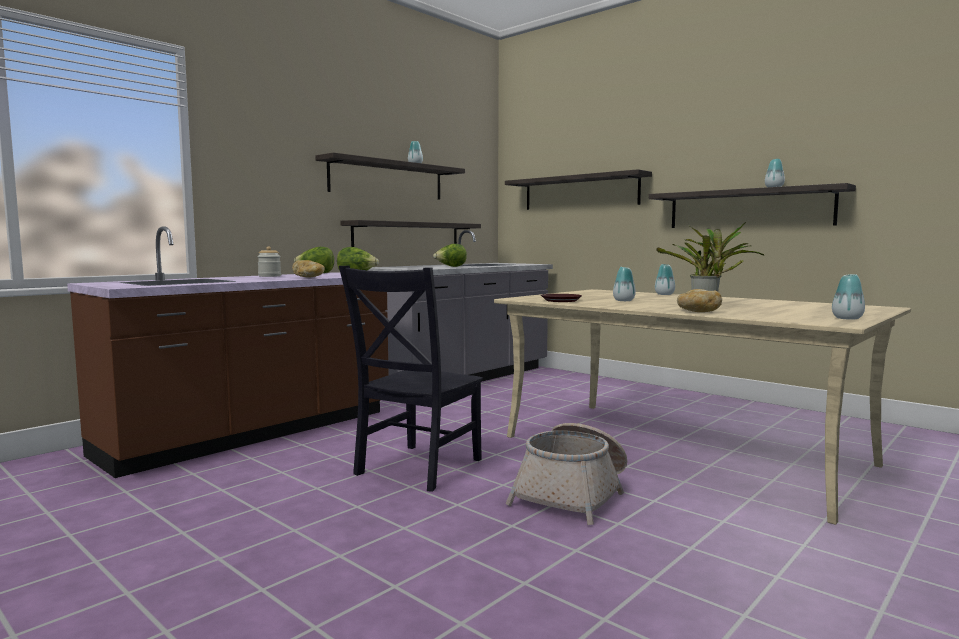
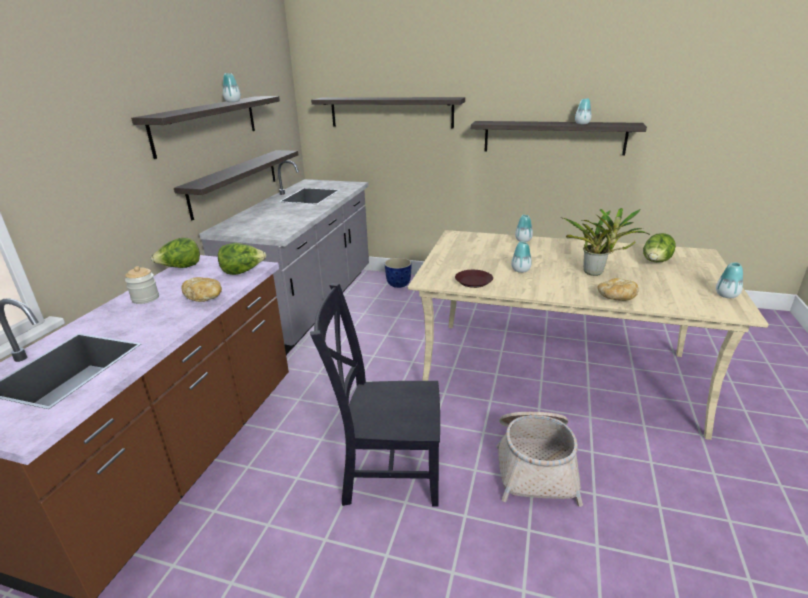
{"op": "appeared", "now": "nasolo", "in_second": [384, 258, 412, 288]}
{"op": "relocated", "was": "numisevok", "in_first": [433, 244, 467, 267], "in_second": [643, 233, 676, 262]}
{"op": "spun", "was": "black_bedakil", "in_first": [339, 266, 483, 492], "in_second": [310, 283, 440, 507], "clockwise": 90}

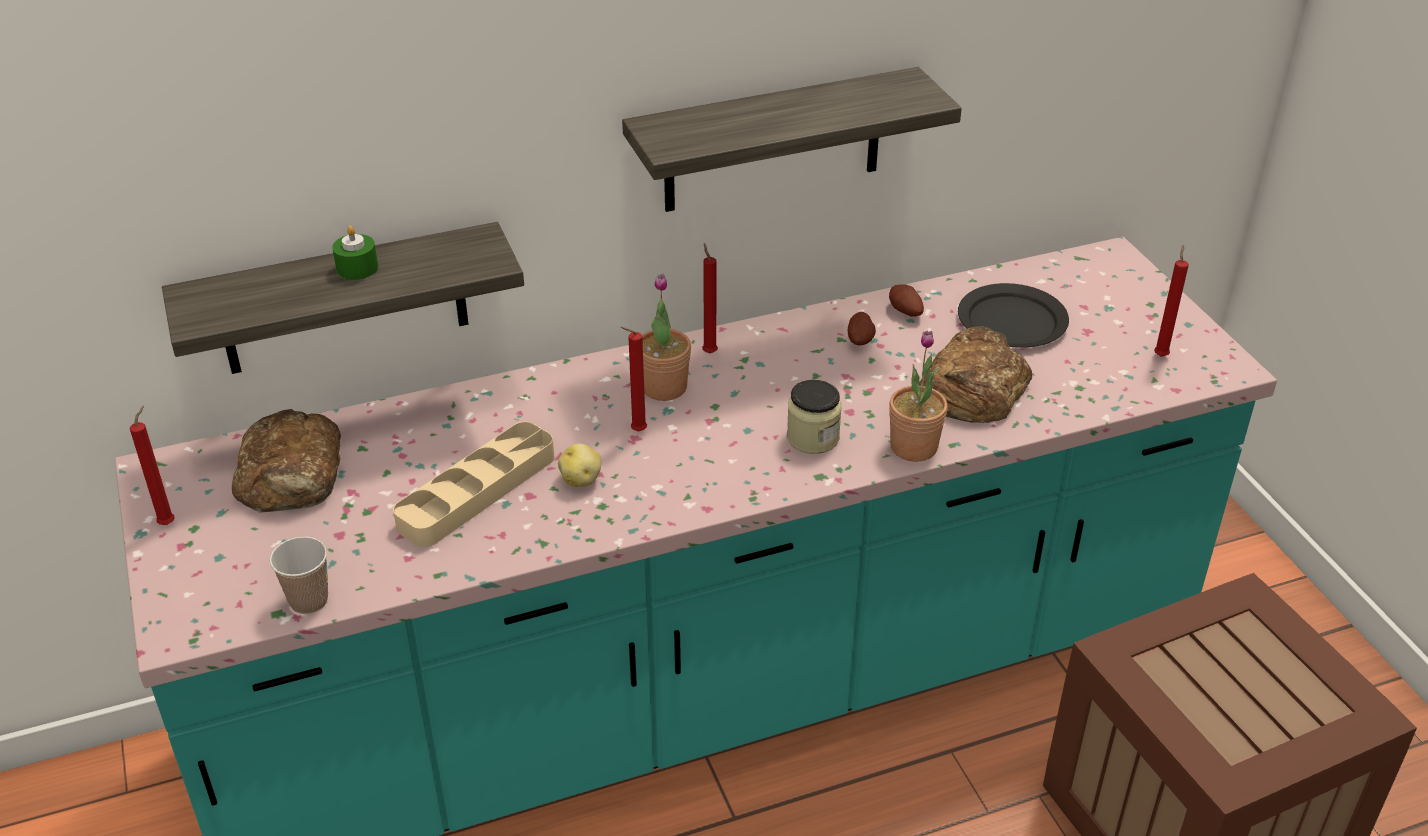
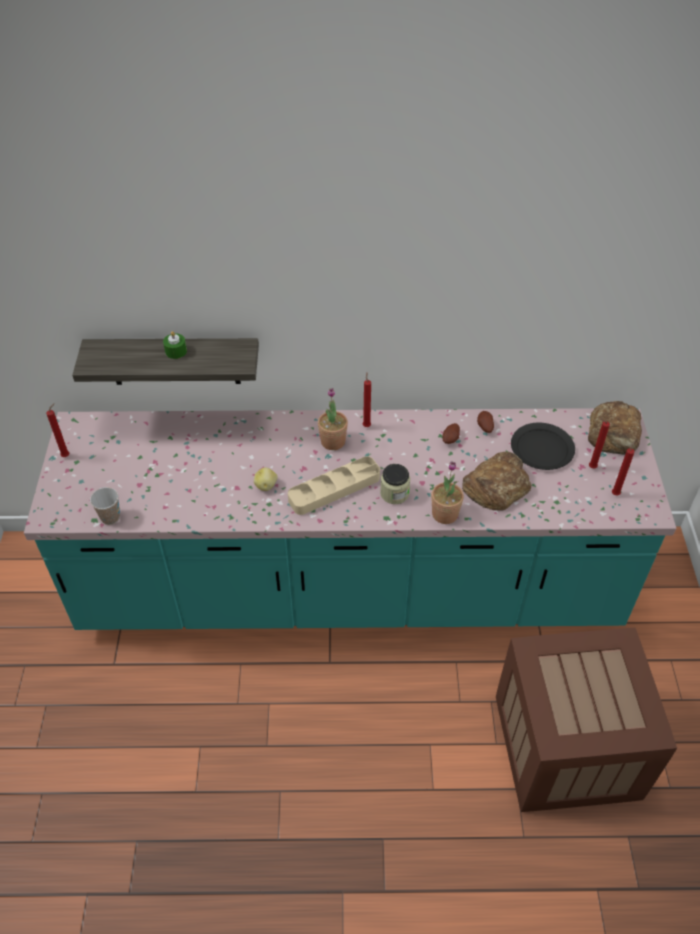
{"op": "missing", "was": "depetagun", "in_first": [622, 67, 962, 212]}
{"op": "relocated", "was": "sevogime", "in_first": [232, 409, 341, 513], "in_second": [588, 401, 642, 455]}
{"op": "relocated", "was": "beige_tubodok", "in_first": [393, 422, 554, 547], "in_second": [288, 456, 380, 515]}
{"op": "relocated", "was": "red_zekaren", "in_first": [621, 327, 647, 431], "in_second": [589, 418, 610, 469]}

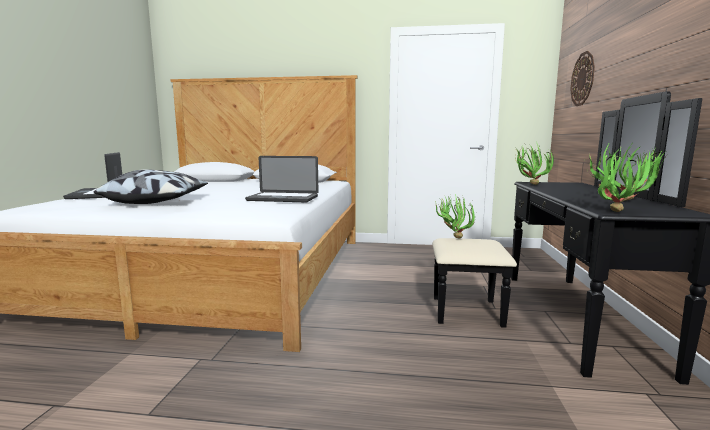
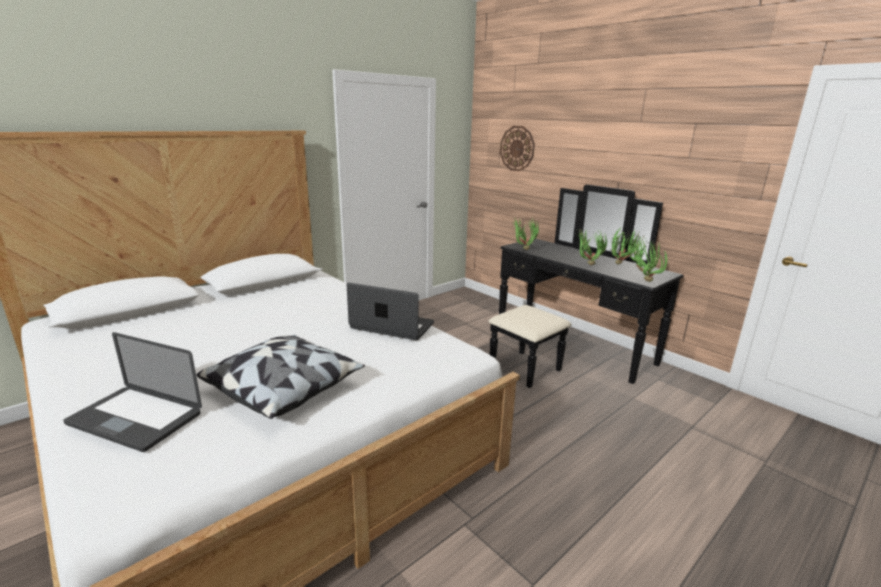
{"op": "relocated", "was": "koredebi", "in_first": [435, 194, 476, 239], "in_second": [578, 229, 607, 266]}
{"op": "spun", "was": "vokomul", "in_first": [245, 156, 318, 202], "in_second": [347, 283, 434, 340], "clockwise": -120}

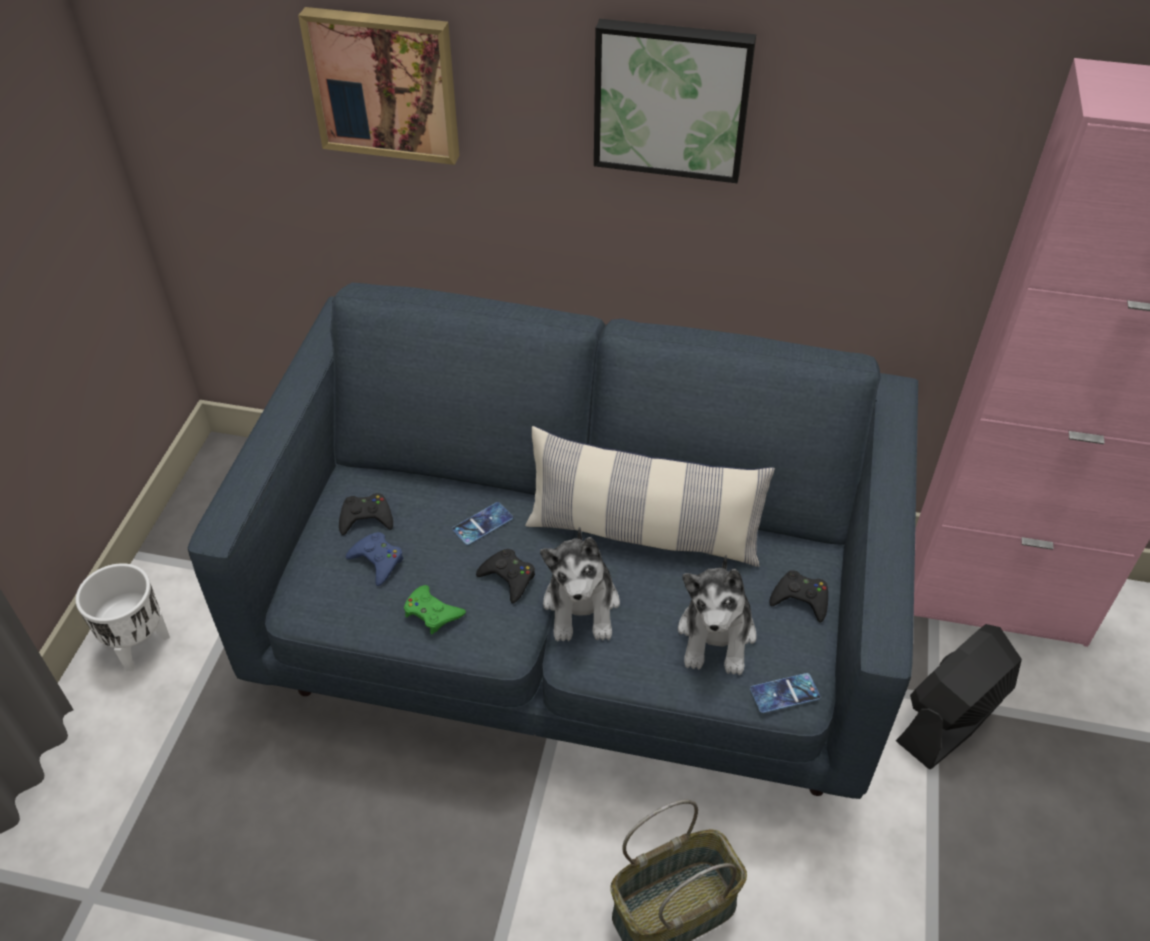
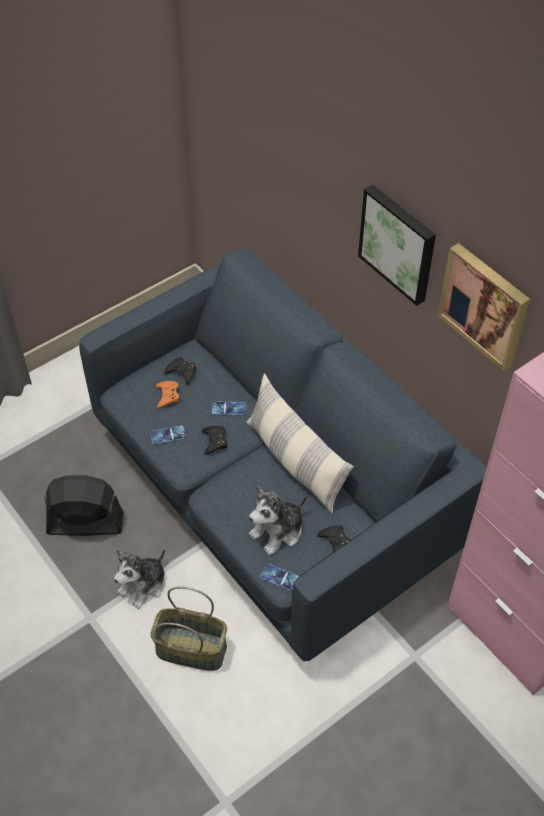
{"op": "missing", "was": "white_nasolo", "in_first": [76, 563, 170, 672]}
{"op": "relocated", "was": "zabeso", "in_first": [298, 7, 459, 165], "in_second": [438, 243, 530, 371]}
{"op": "relocated", "was": "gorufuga", "in_first": [540, 526, 620, 641], "in_second": [114, 549, 165, 609]}
{"op": "relocated", "was": "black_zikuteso", "in_first": [896, 624, 1022, 769], "in_second": [44, 475, 123, 536]}
{"op": "exchanged", "was": "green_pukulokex", "now": "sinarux", "in_first": [404, 585, 466, 634], "in_second": [150, 426, 186, 444]}
{"op": "colour", "was": "blue_pukulokex", "now": "orange_pukulokex", "in_first": [346, 532, 404, 586], "in_second": [156, 381, 179, 408]}

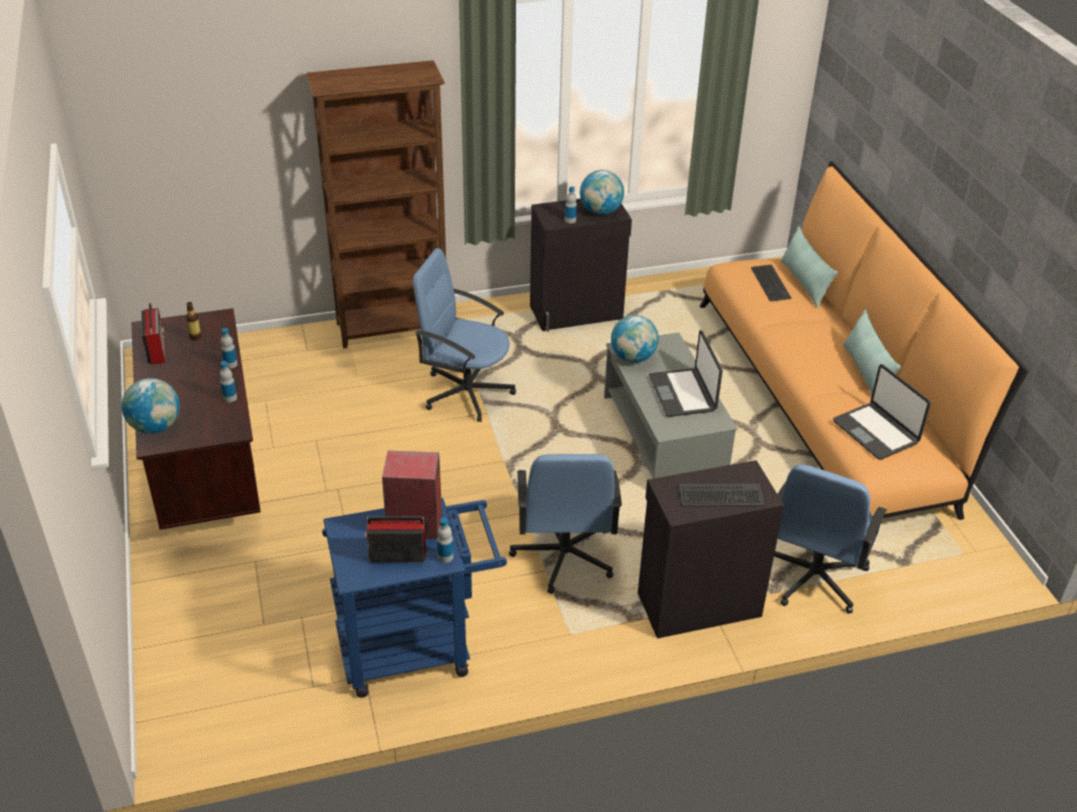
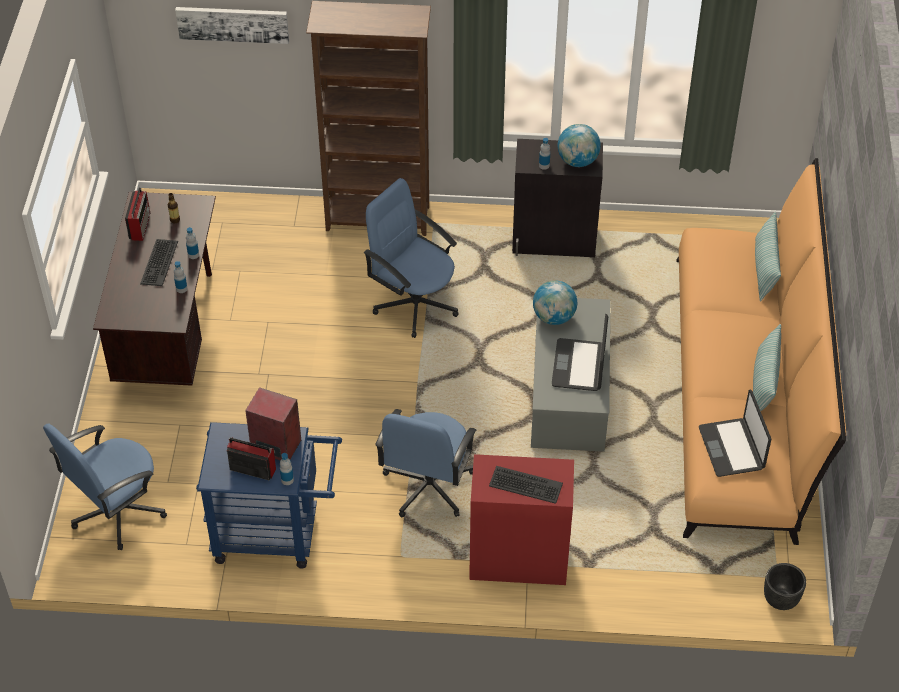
{"op": "missing", "was": "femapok", "in_first": [122, 378, 180, 434]}
{"op": "appeared", "now": "zabeso", "in_second": [175, 7, 289, 44]}
{"op": "appeared", "now": "black_nasolo", "in_second": [764, 563, 806, 610]}
{"op": "relocated", "was": "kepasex", "in_first": [751, 264, 792, 302], "in_second": [140, 239, 178, 286]}
{"op": "relocated", "was": "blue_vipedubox", "in_first": [774, 464, 887, 614], "in_second": [43, 424, 167, 550]}
{"op": "colour", "was": "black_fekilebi", "now": "red_fekilebi", "in_first": [638, 460, 784, 639], "in_second": [469, 454, 574, 585]}

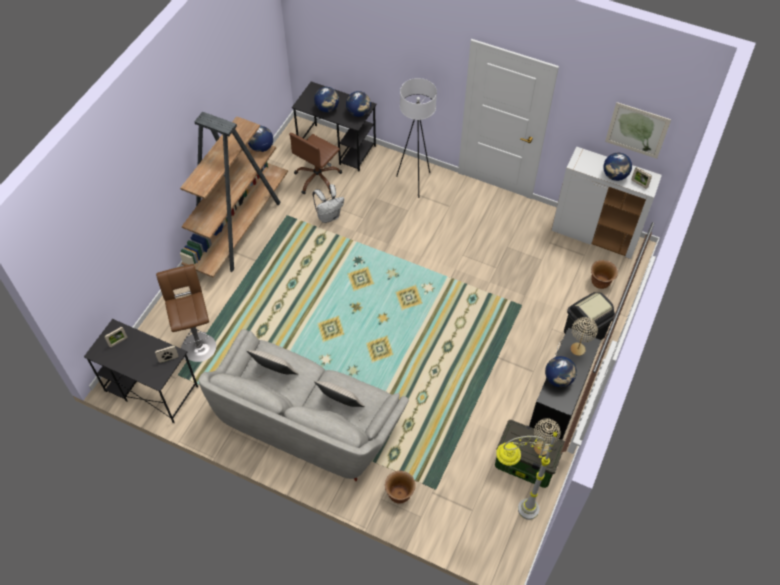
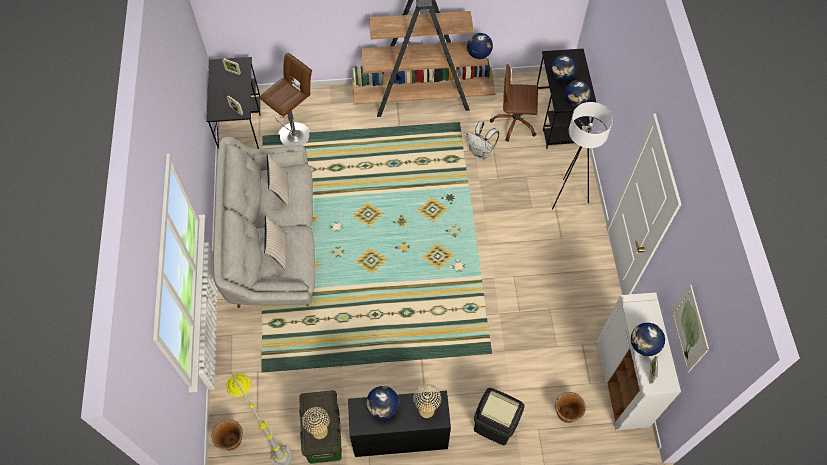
{"op": "relocated", "was": "brown_nasolo", "in_first": [385, 471, 416, 504], "in_second": [212, 419, 243, 450]}

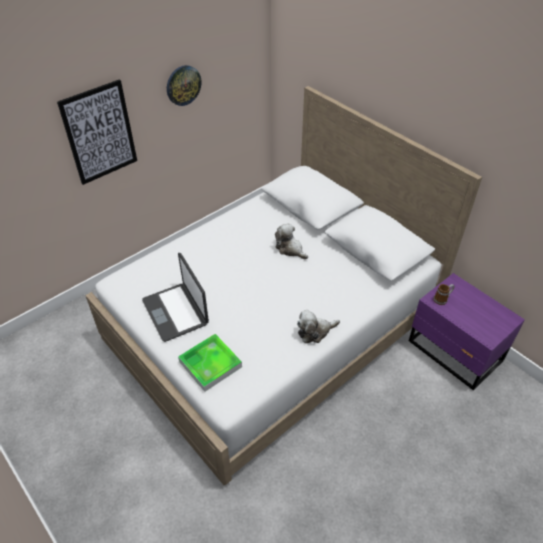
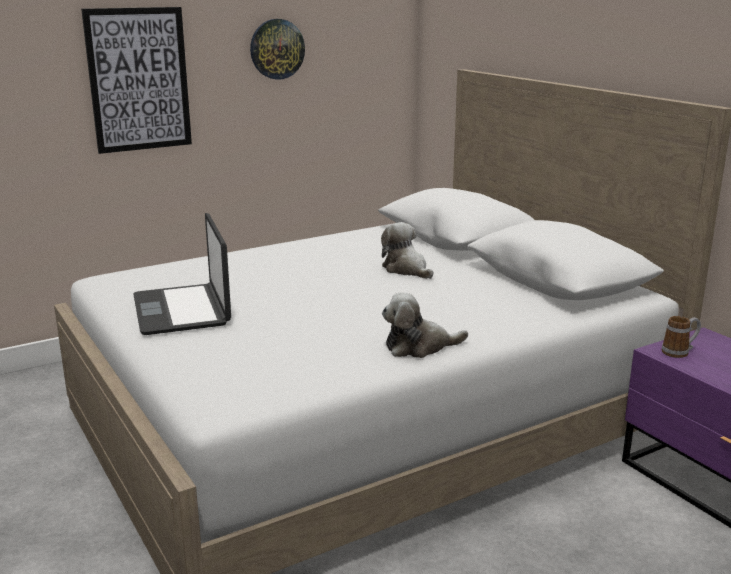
{"op": "missing", "was": "tubodok", "in_first": [178, 334, 242, 392]}

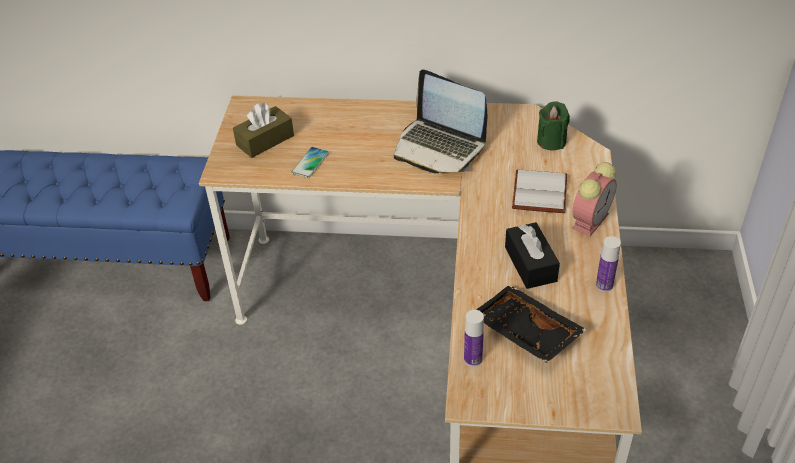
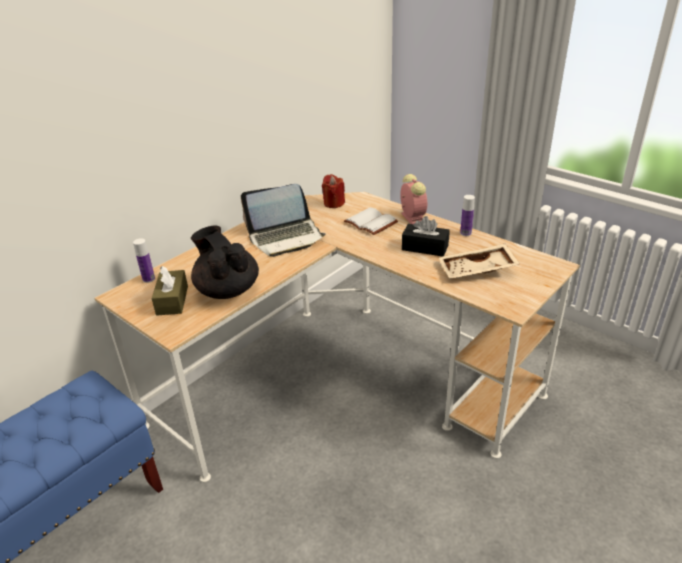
{"op": "relocated", "was": "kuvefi", "in_first": [464, 310, 484, 367], "in_second": [133, 238, 155, 283]}
{"op": "exchanged", "was": "sinarux", "now": "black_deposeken", "in_first": [291, 147, 329, 178], "in_second": [191, 226, 259, 299]}
{"op": "colour", "was": "black_tubodok", "now": "beige_tubodok", "in_first": [476, 285, 587, 363], "in_second": [439, 244, 520, 279]}
{"op": "colour", "was": "green_zekaren", "now": "red_zekaren", "in_first": [537, 101, 570, 150], "in_second": [322, 174, 345, 208]}

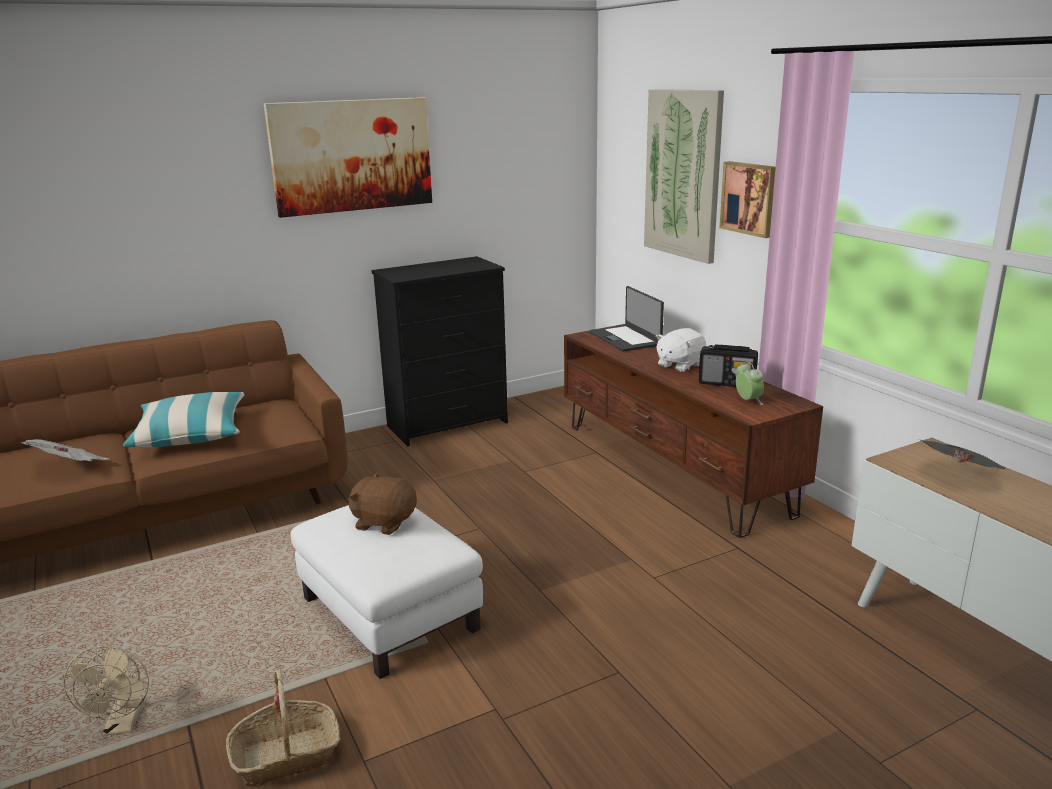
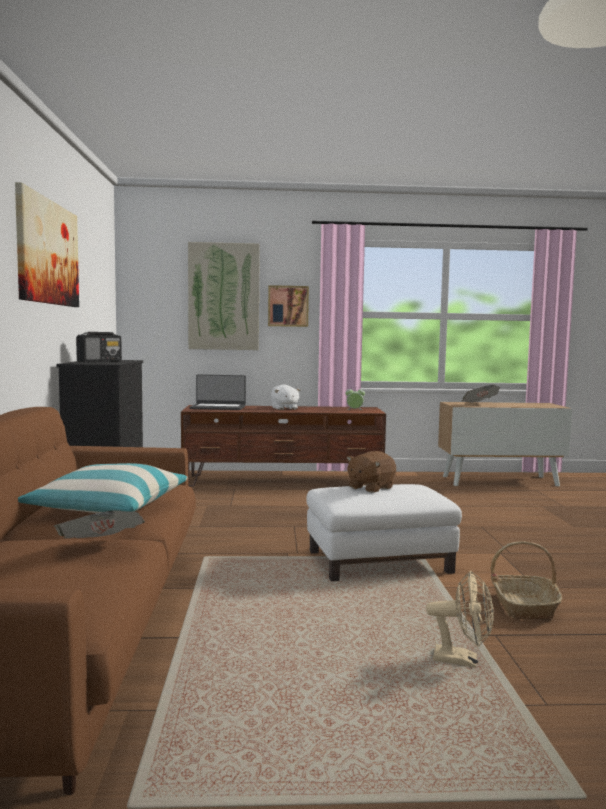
{"op": "relocated", "was": "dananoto", "in_first": [699, 344, 758, 387], "in_second": [76, 332, 122, 362]}

